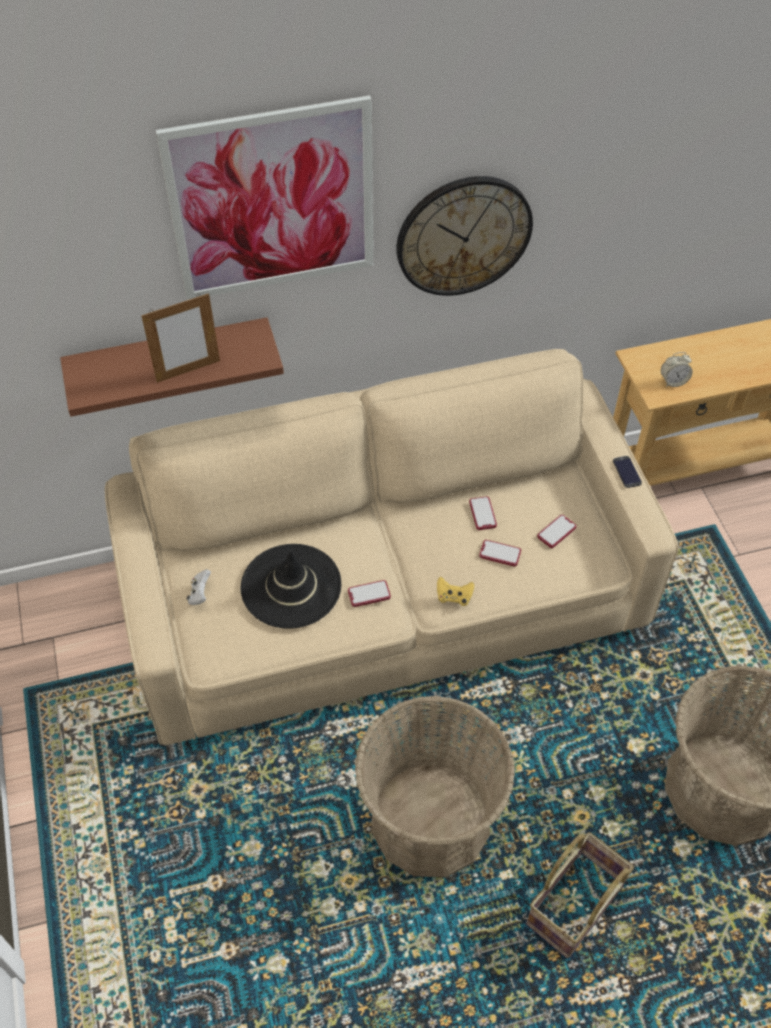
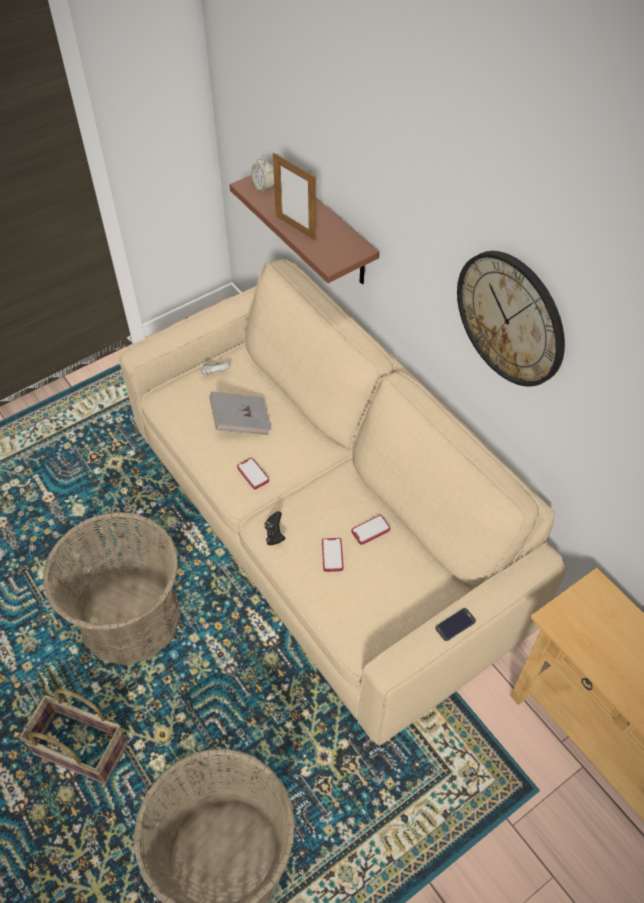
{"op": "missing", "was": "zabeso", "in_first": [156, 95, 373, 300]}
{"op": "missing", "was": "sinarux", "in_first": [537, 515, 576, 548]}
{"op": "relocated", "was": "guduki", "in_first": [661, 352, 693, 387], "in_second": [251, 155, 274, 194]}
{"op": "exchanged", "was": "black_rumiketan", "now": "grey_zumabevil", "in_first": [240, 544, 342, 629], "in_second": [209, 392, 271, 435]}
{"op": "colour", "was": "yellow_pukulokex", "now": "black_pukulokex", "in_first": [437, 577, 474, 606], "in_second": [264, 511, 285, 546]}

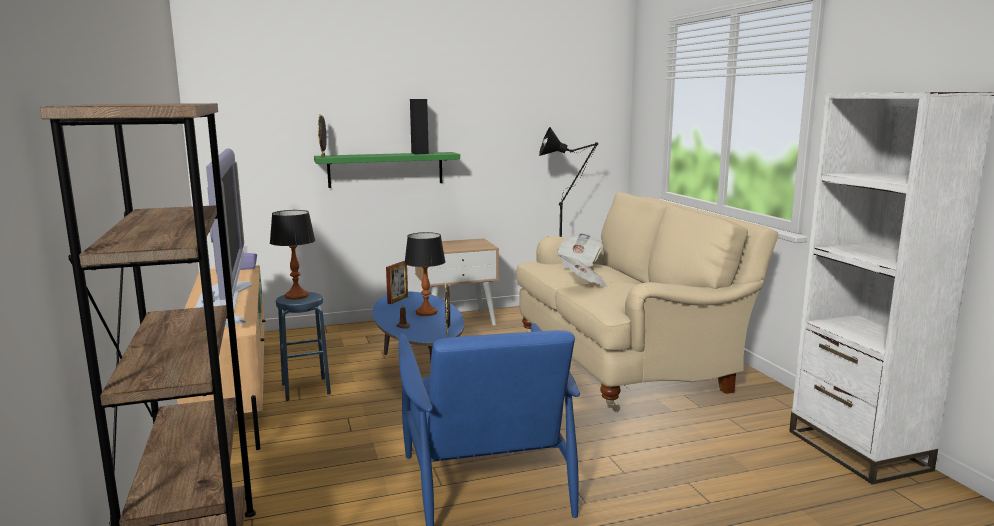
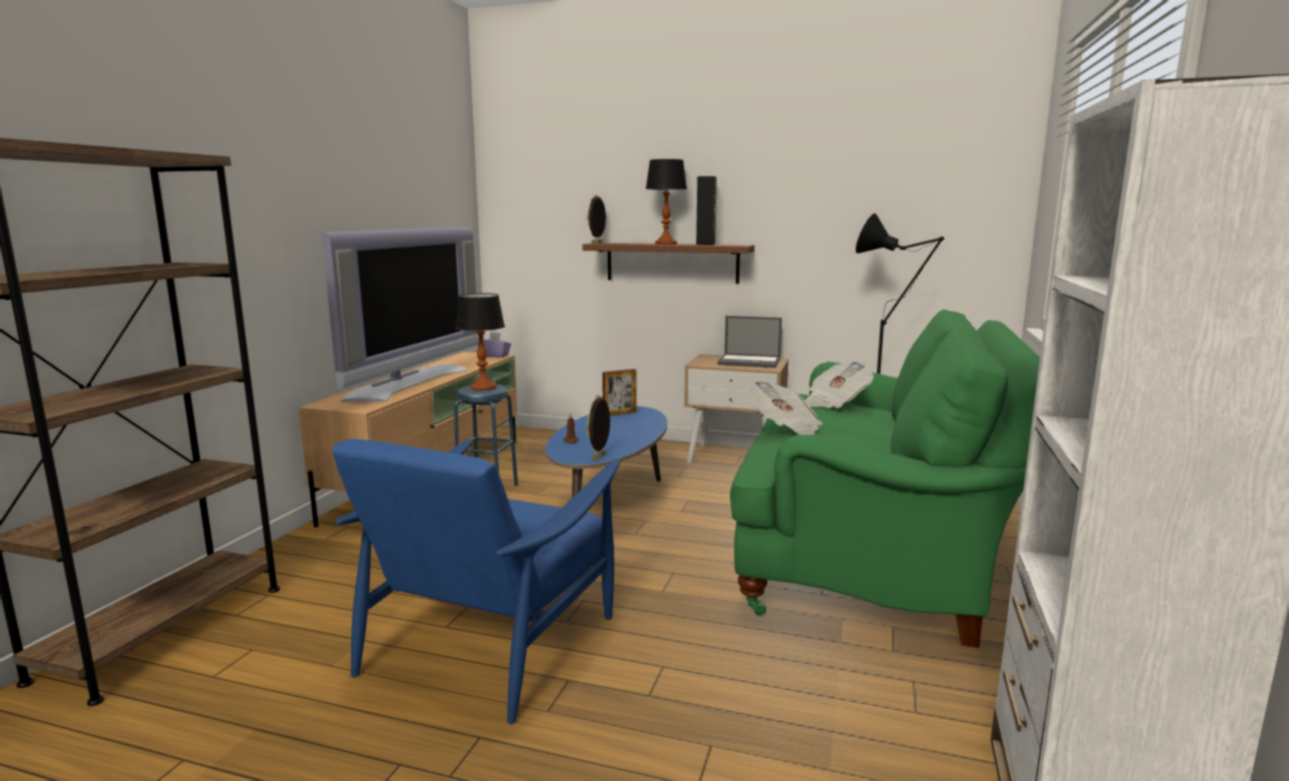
{"op": "appeared", "now": "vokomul", "in_second": [717, 316, 782, 368]}
{"op": "relocated", "was": "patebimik", "in_first": [404, 232, 446, 316], "in_second": [646, 159, 687, 245]}
{"op": "colour", "was": "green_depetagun", "now": "brown_depetagun", "in_first": [314, 152, 460, 188], "in_second": [583, 243, 755, 284]}
{"op": "colour", "was": "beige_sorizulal", "now": "green_sorizulal", "in_first": [516, 192, 778, 412], "in_second": [730, 310, 1040, 648]}

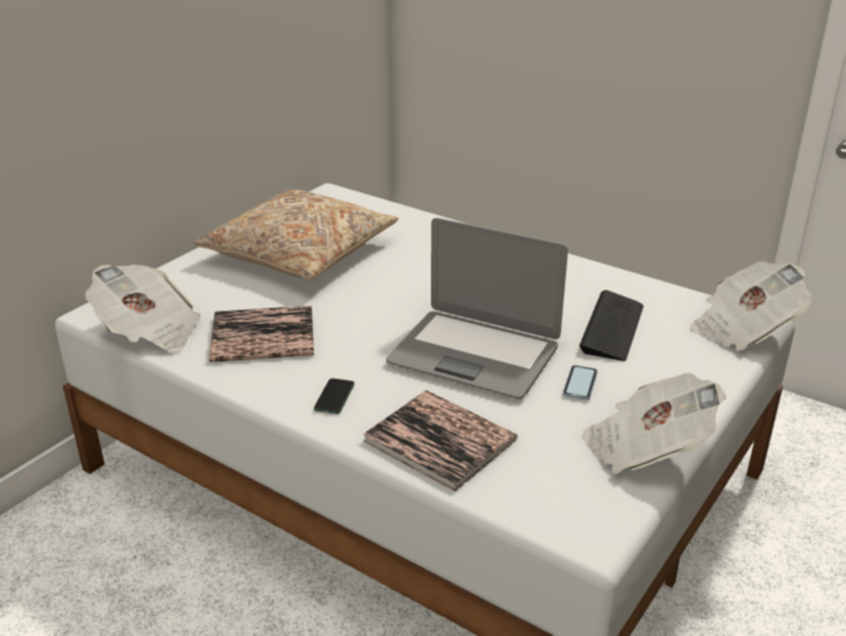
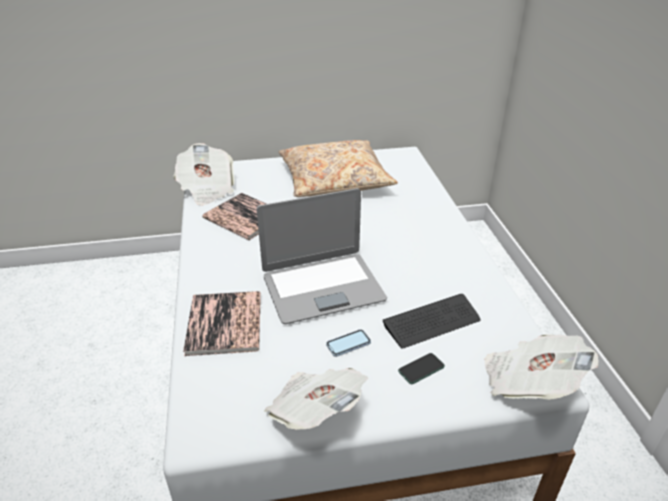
{"op": "relocated", "was": "sinarux", "in_first": [314, 378, 355, 414], "in_second": [398, 353, 445, 384]}
{"op": "spun", "was": "vokomul", "in_first": [386, 218, 568, 399], "in_second": [256, 188, 387, 324], "clockwise": -90}

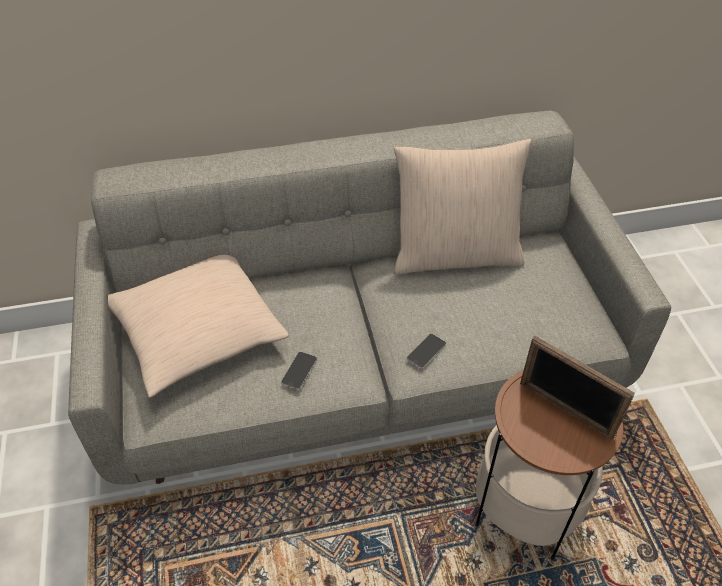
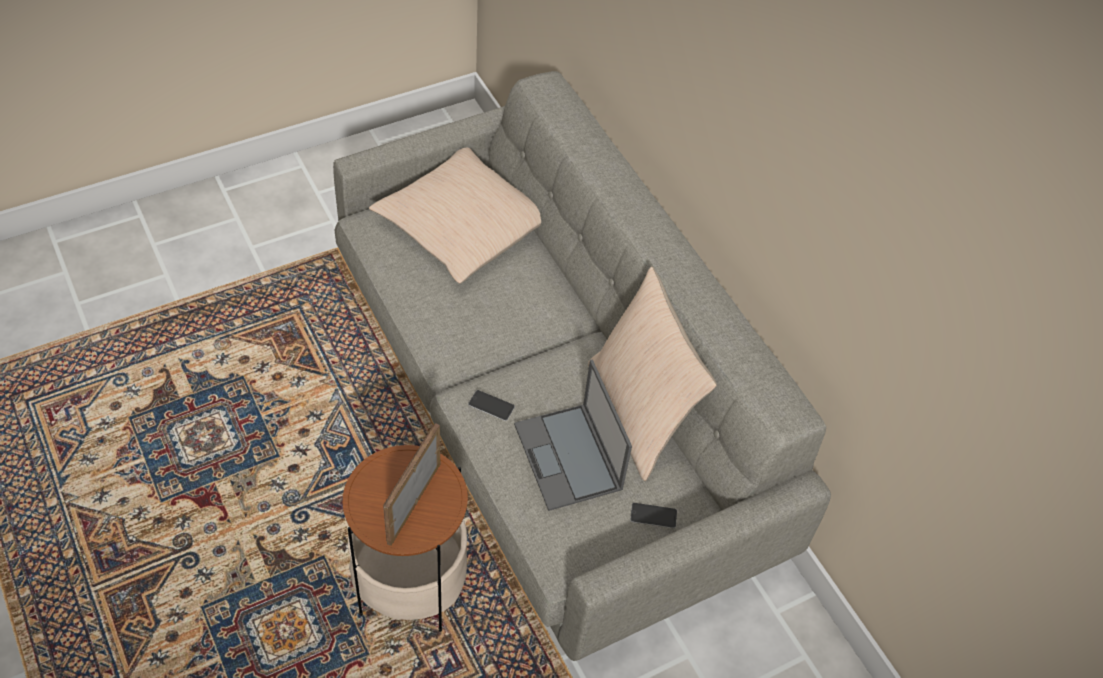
{"op": "appeared", "now": "vokomul", "in_second": [514, 360, 632, 511]}
{"op": "relocated", "was": "sinarux", "in_first": [281, 352, 317, 390], "in_second": [630, 503, 677, 528]}

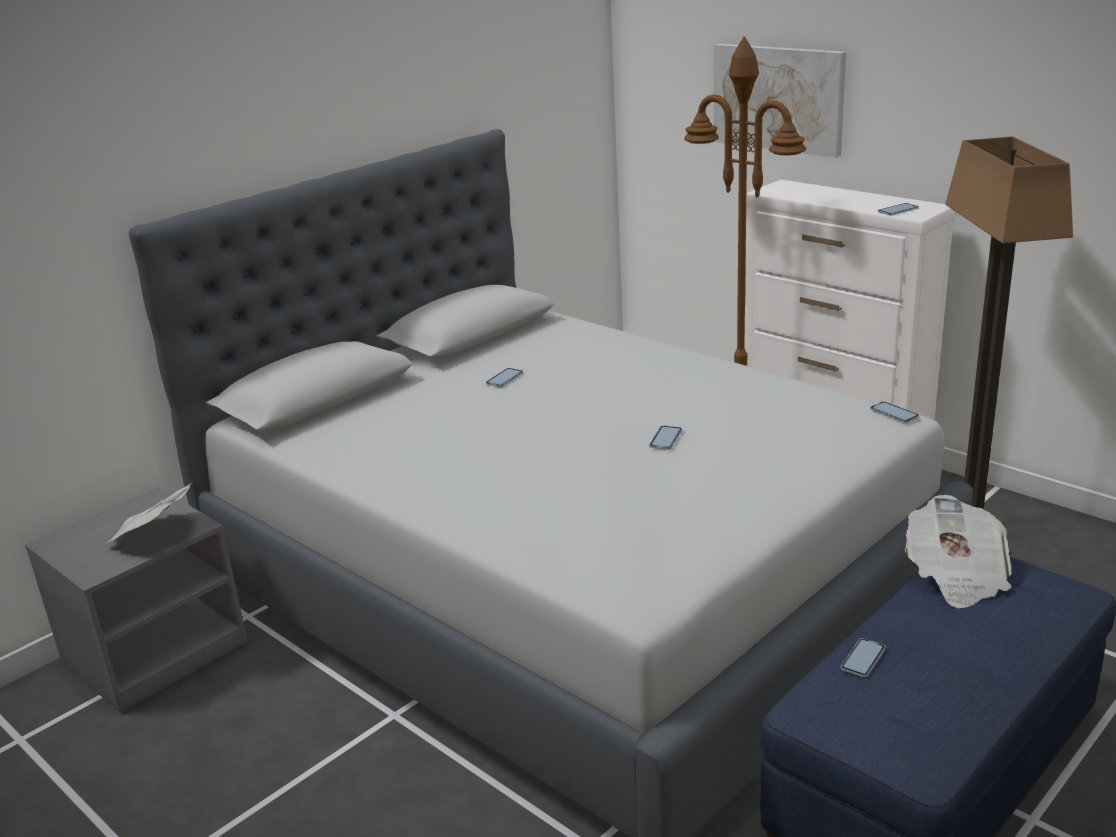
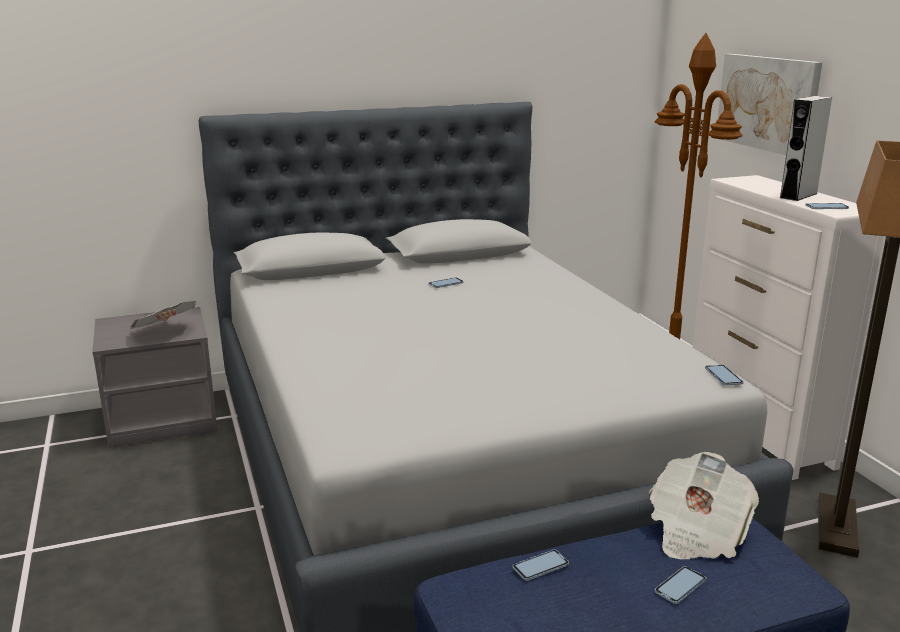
{"op": "appeared", "now": "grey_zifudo", "in_second": [780, 96, 832, 201]}
{"op": "relocated", "was": "sinarux", "in_first": [649, 426, 682, 450], "in_second": [655, 566, 706, 604]}

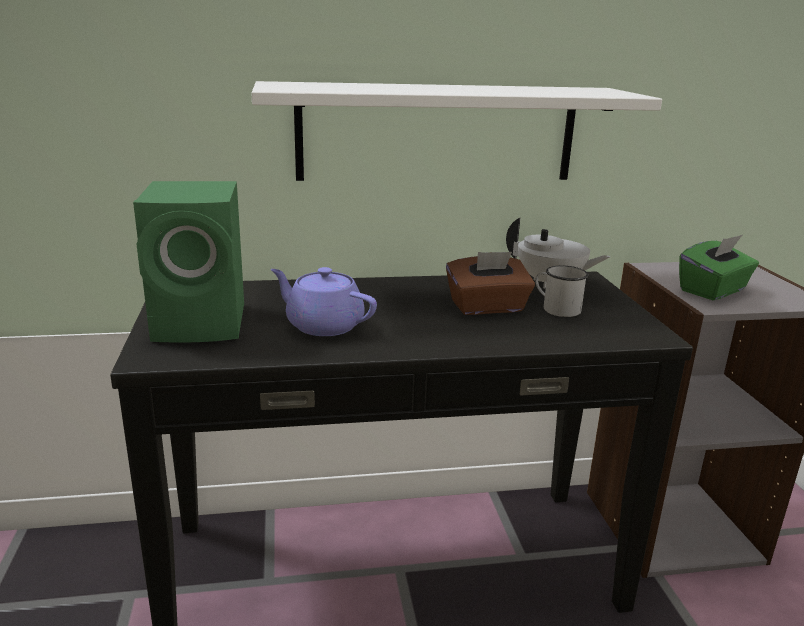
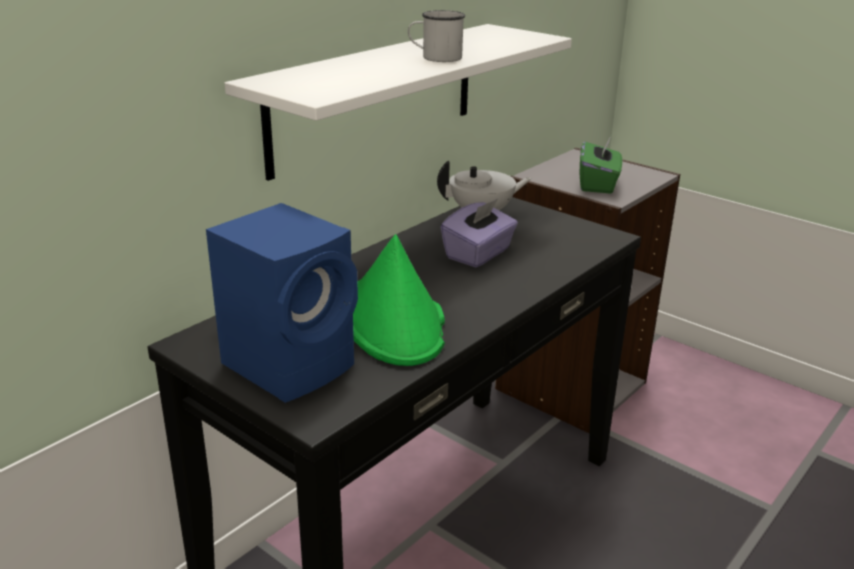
{"op": "relocated", "was": "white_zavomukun", "in_first": [535, 265, 588, 317], "in_second": [408, 10, 465, 62]}
{"op": "exchanged", "was": "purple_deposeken", "now": "green_rumiketan", "in_first": [271, 267, 377, 336], "in_second": [353, 234, 445, 366]}
{"op": "colour", "was": "green_zifudo", "now": "blue_zifudo", "in_first": [133, 181, 244, 343], "in_second": [206, 203, 358, 403]}
{"op": "colour", "was": "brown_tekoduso", "now": "purple_tekoduso", "in_first": [446, 252, 535, 315], "in_second": [441, 199, 518, 268]}

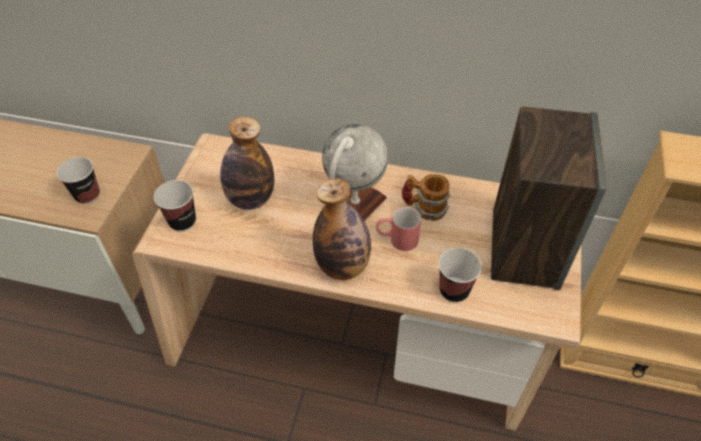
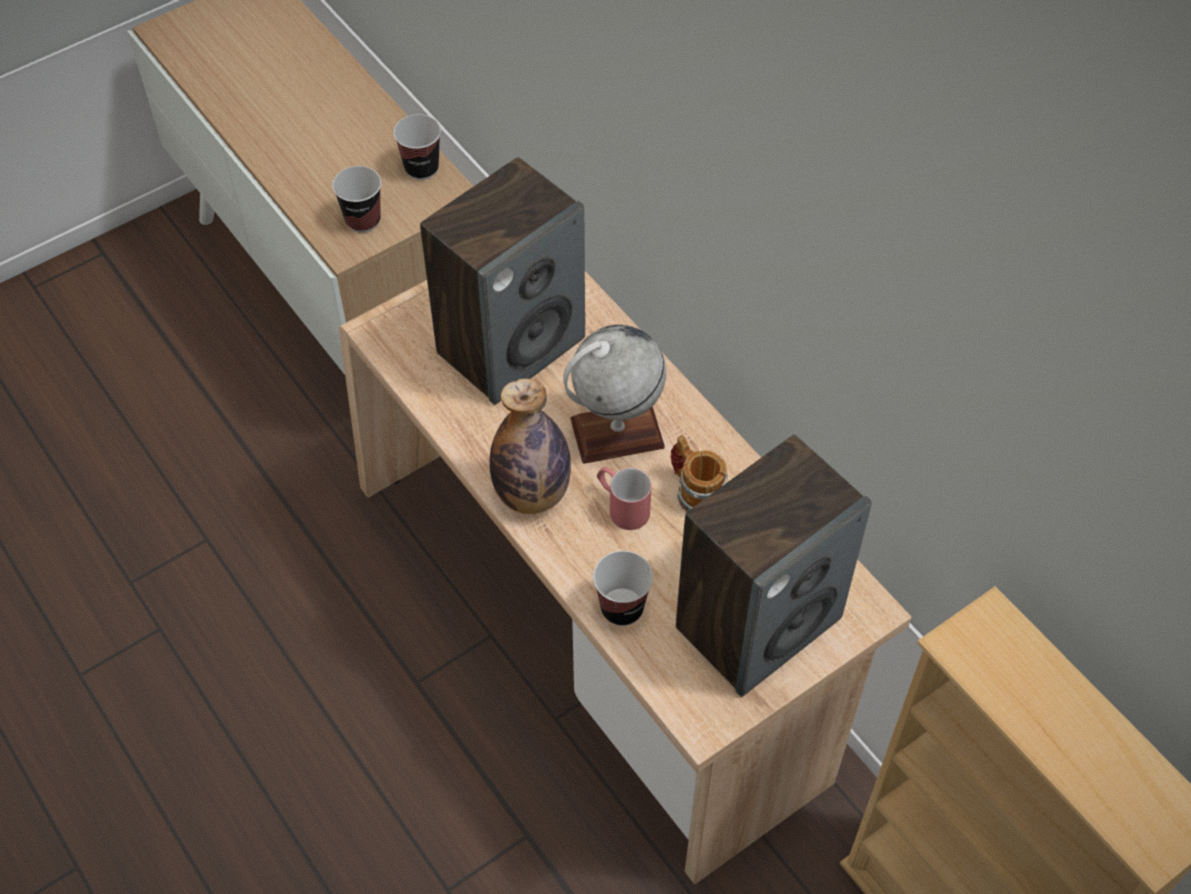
{"op": "relocated", "was": "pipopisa", "in_first": [154, 180, 196, 232], "in_second": [394, 114, 441, 180]}
{"op": "exchanged", "was": "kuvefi", "now": "zifudo", "in_first": [220, 116, 274, 210], "in_second": [420, 157, 585, 405]}

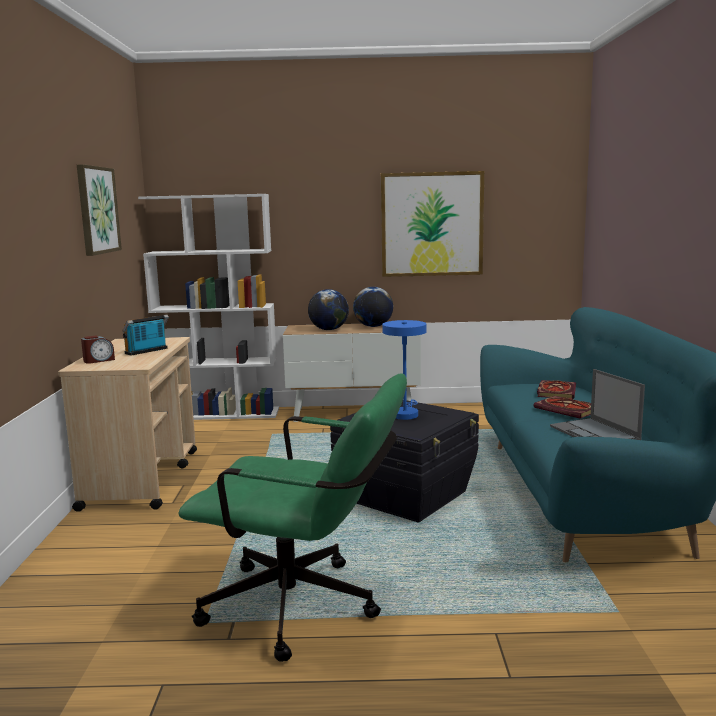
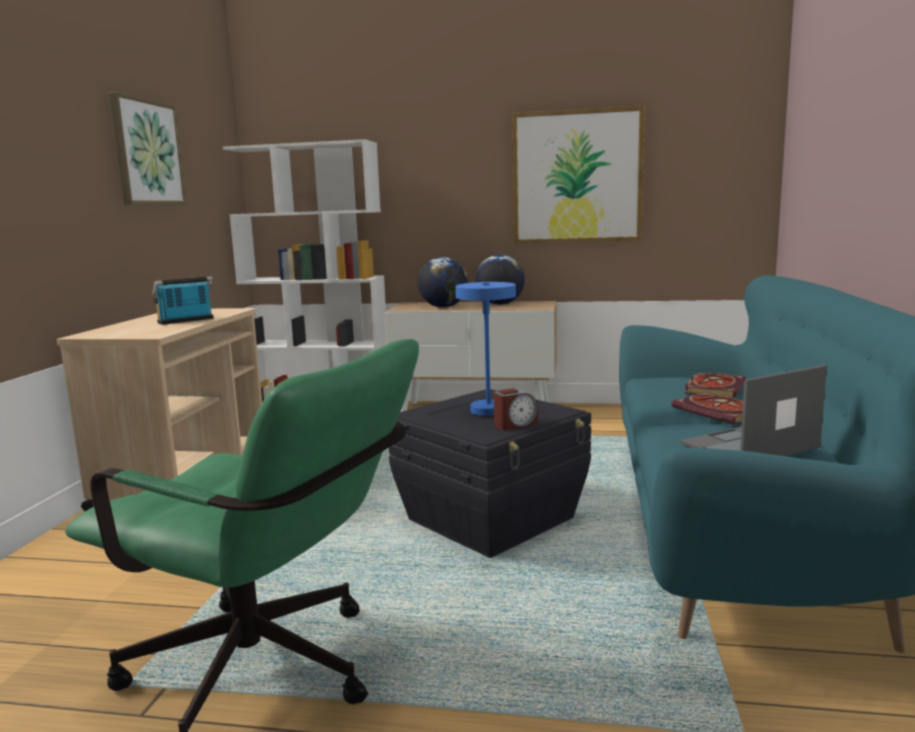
{"op": "relocated", "was": "guduki", "in_first": [81, 336, 115, 364], "in_second": [493, 388, 538, 430]}
{"op": "spun", "was": "vokomul", "in_first": [550, 369, 645, 440], "in_second": [680, 365, 827, 456], "clockwise": 75}

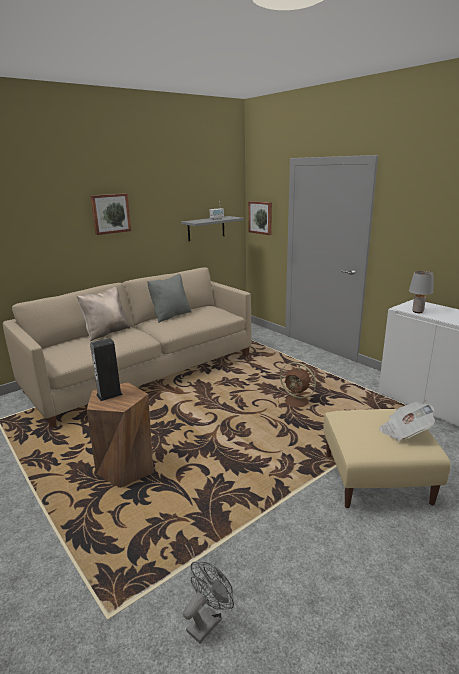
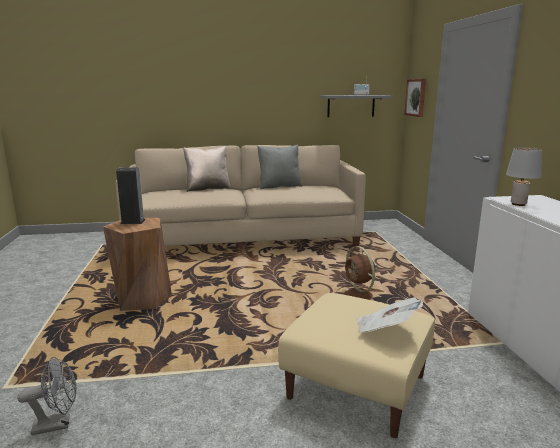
{"op": "missing", "was": "zabeso", "in_first": [90, 193, 131, 235]}

